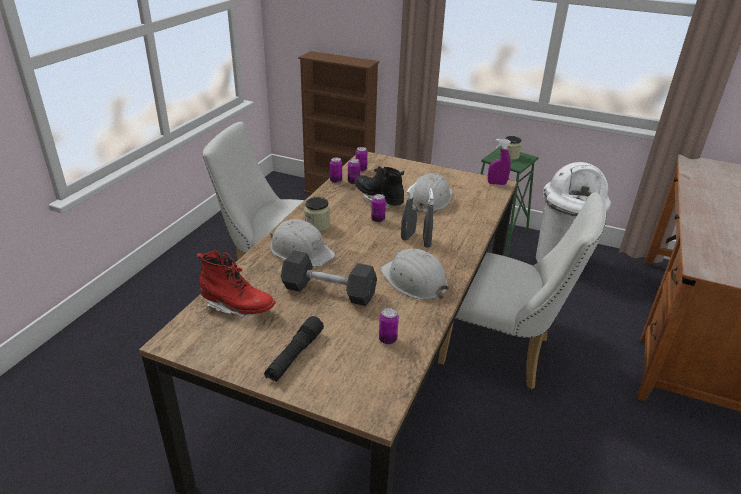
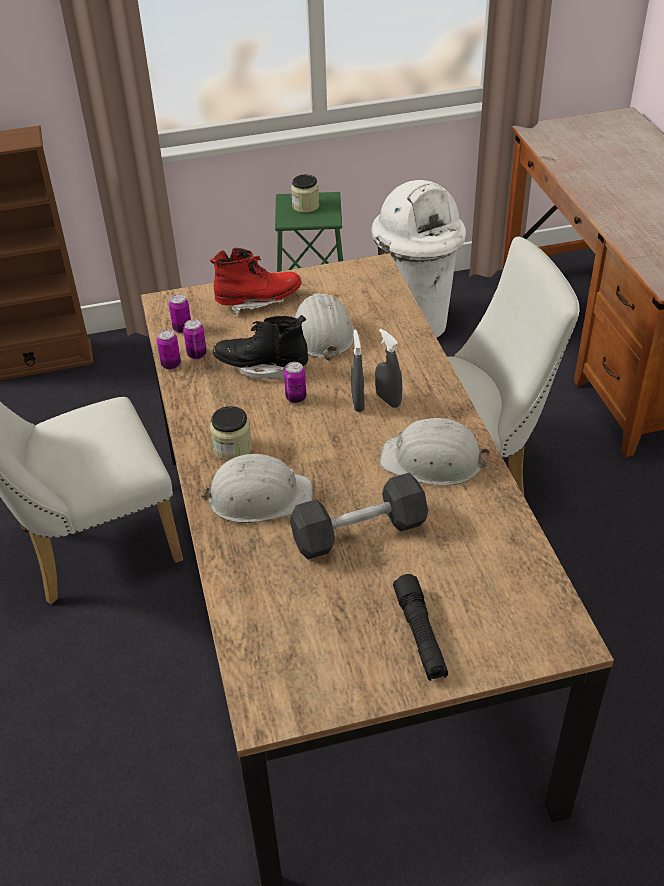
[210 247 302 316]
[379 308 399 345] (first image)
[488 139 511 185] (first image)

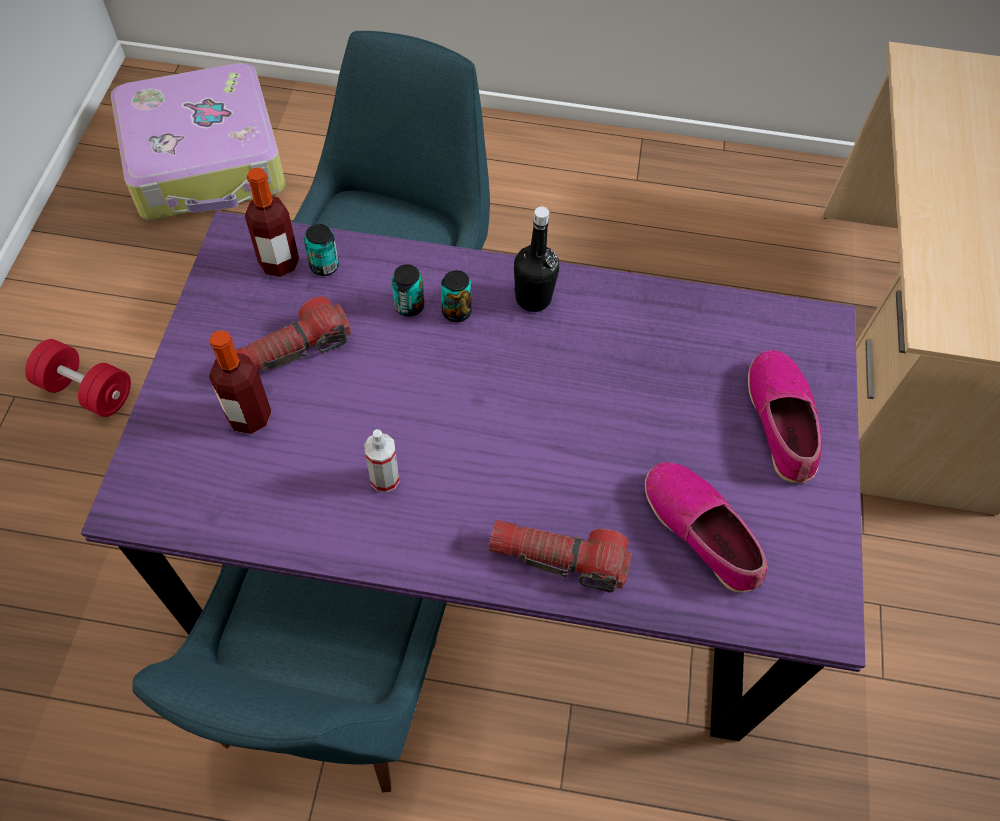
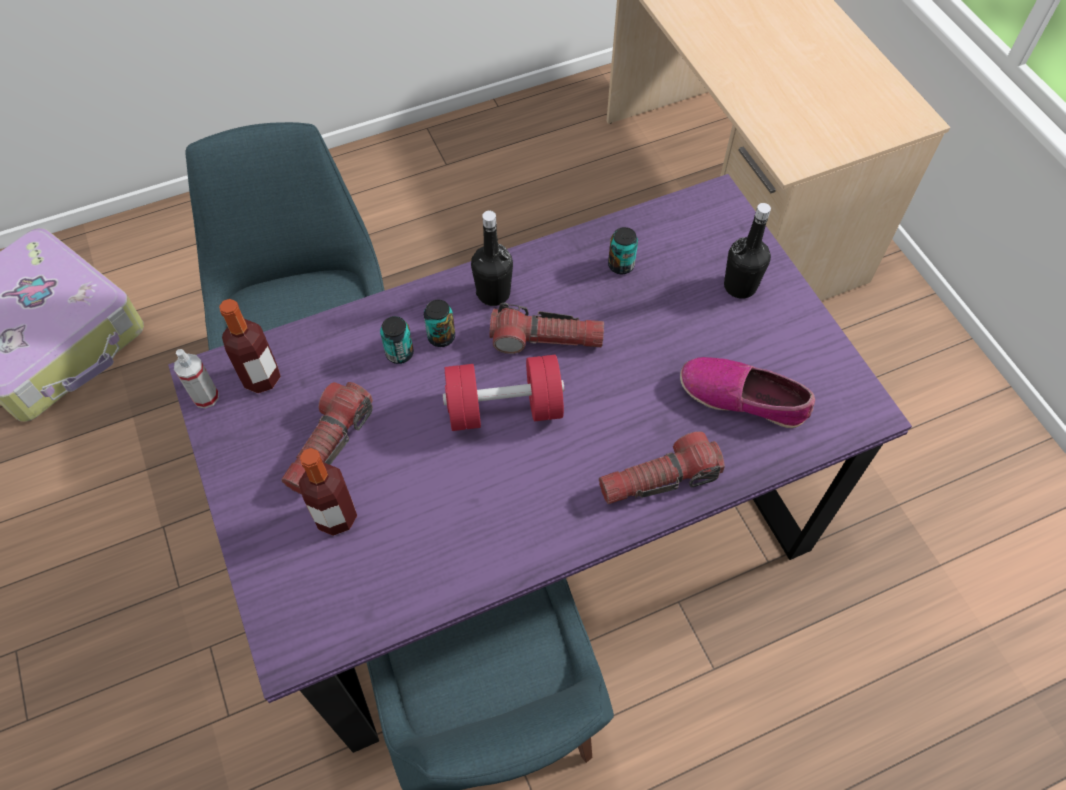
[174 349 219 409]
[443 355 564 431]
[490 303 604 354]
[608 227 638 274]
[724 203 771 299]

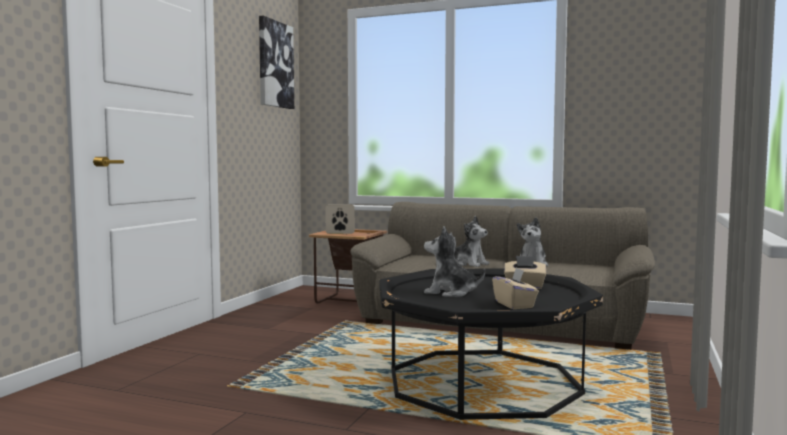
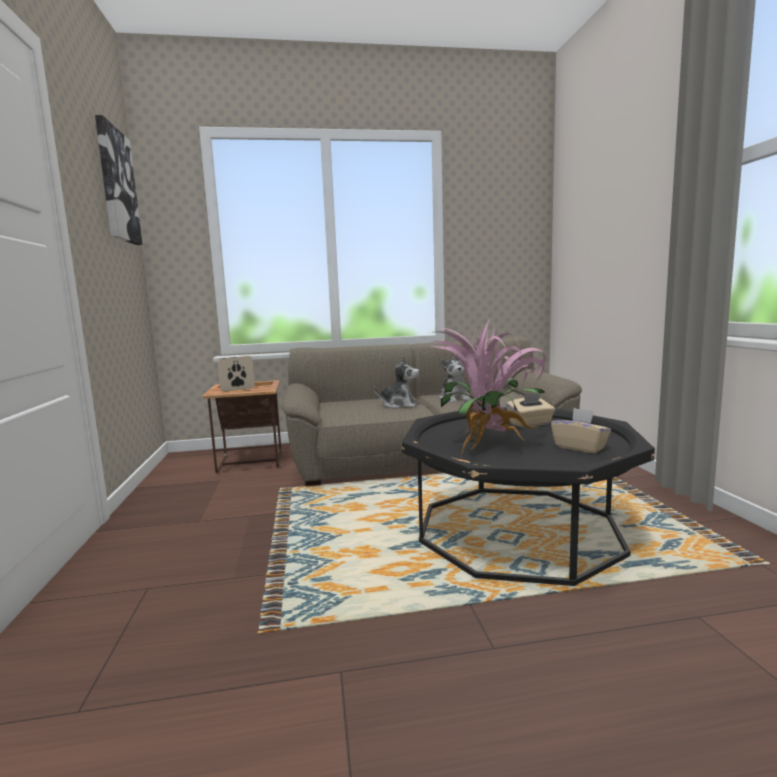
[431 318 545 453]

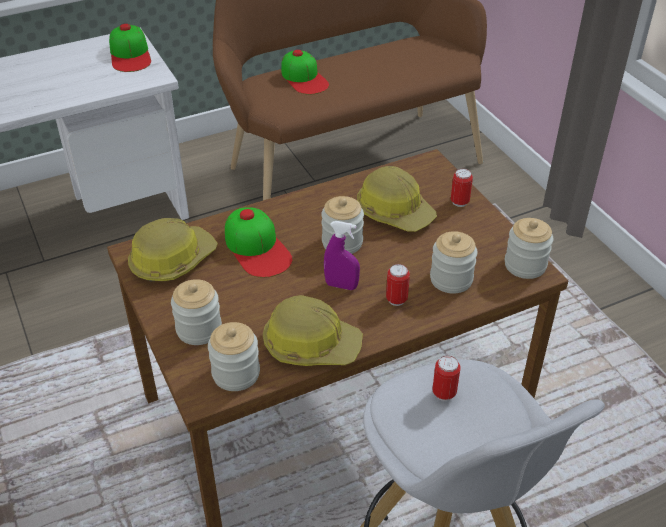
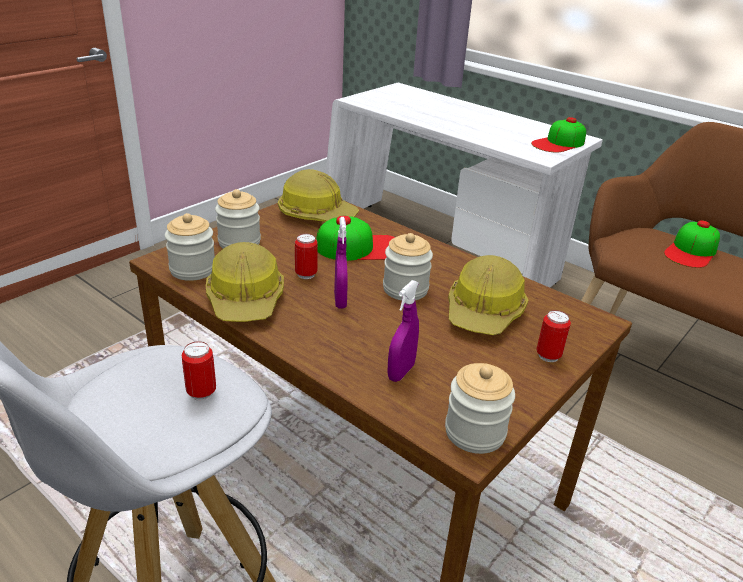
[295 234 318 279]
[316 215 395 261]
[387 280 419 382]

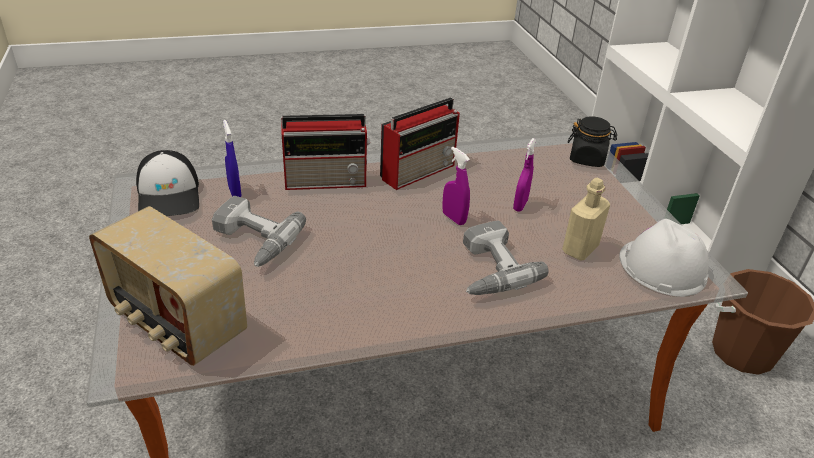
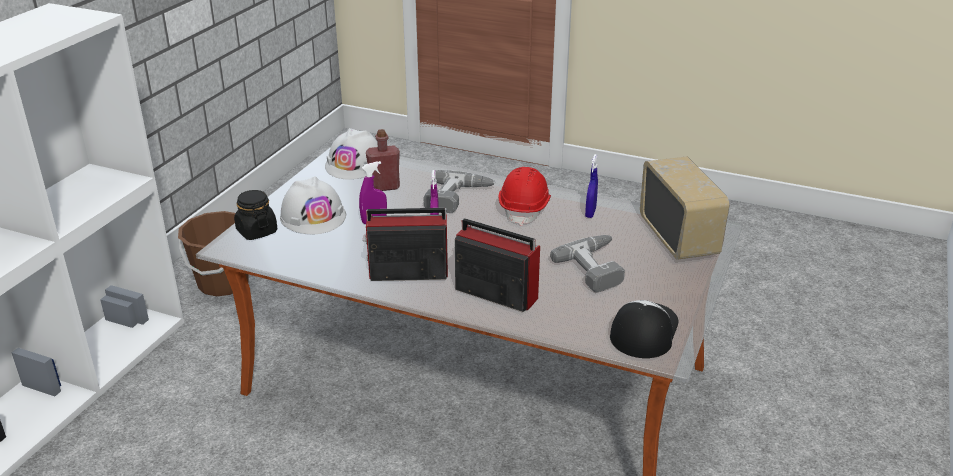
[280 176 346 234]
[366 129 400 191]
[499 167 551 226]
[585 154 598 218]

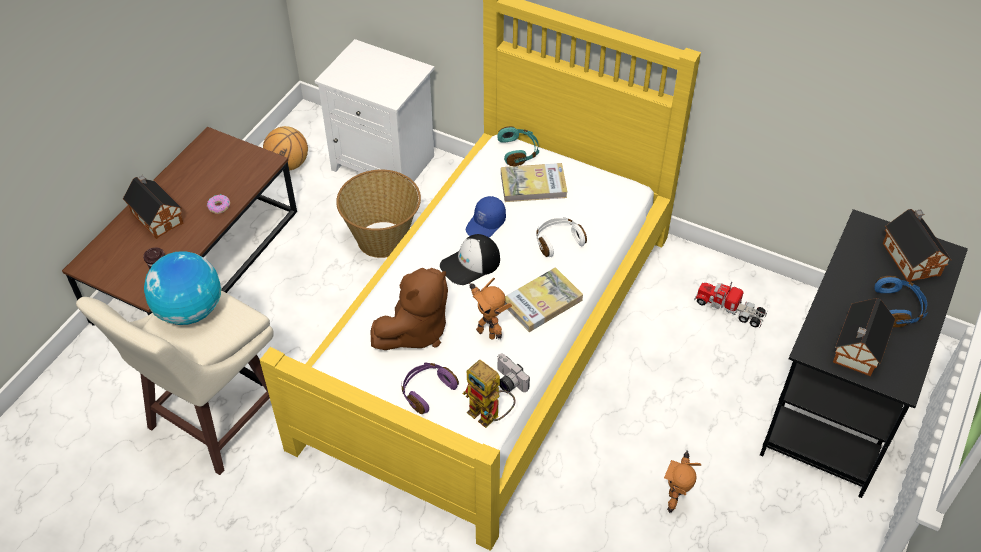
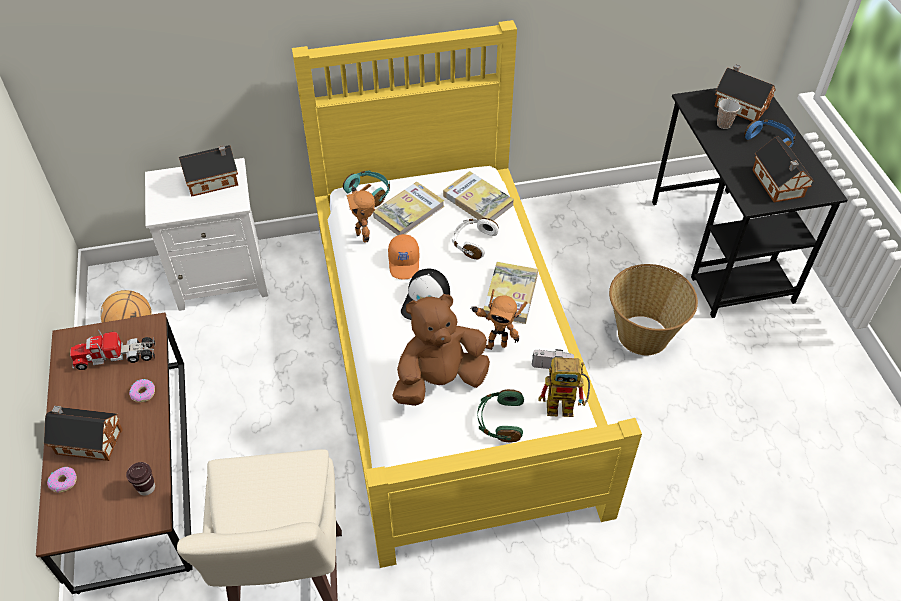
[47 467 77 493]
[70 330 155 370]
[179 145 238 197]
[346 184 375 243]
[388 234 419 279]
[392 294 490 406]
[443 171 514 221]
[478 389 524 442]
[609 264 698 355]
[717 99 740 129]
[144 251 221 325] (first image)

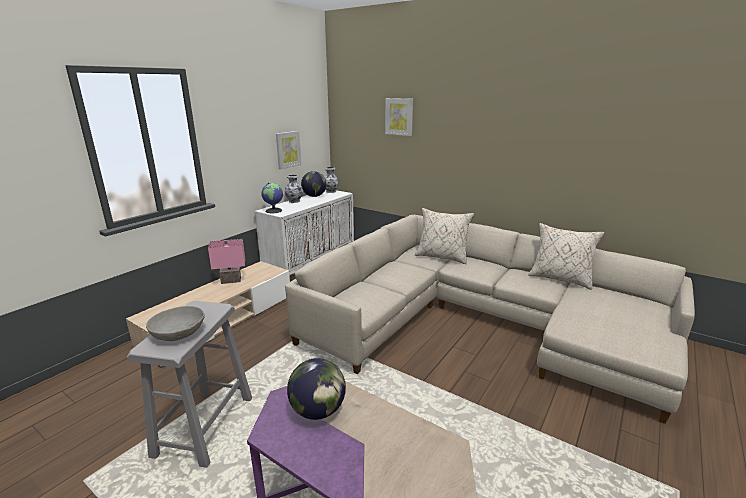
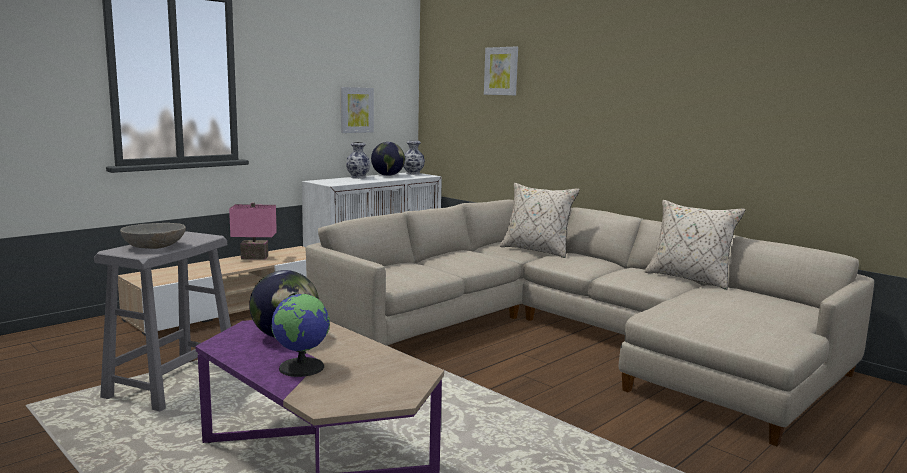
[271 292 330 377]

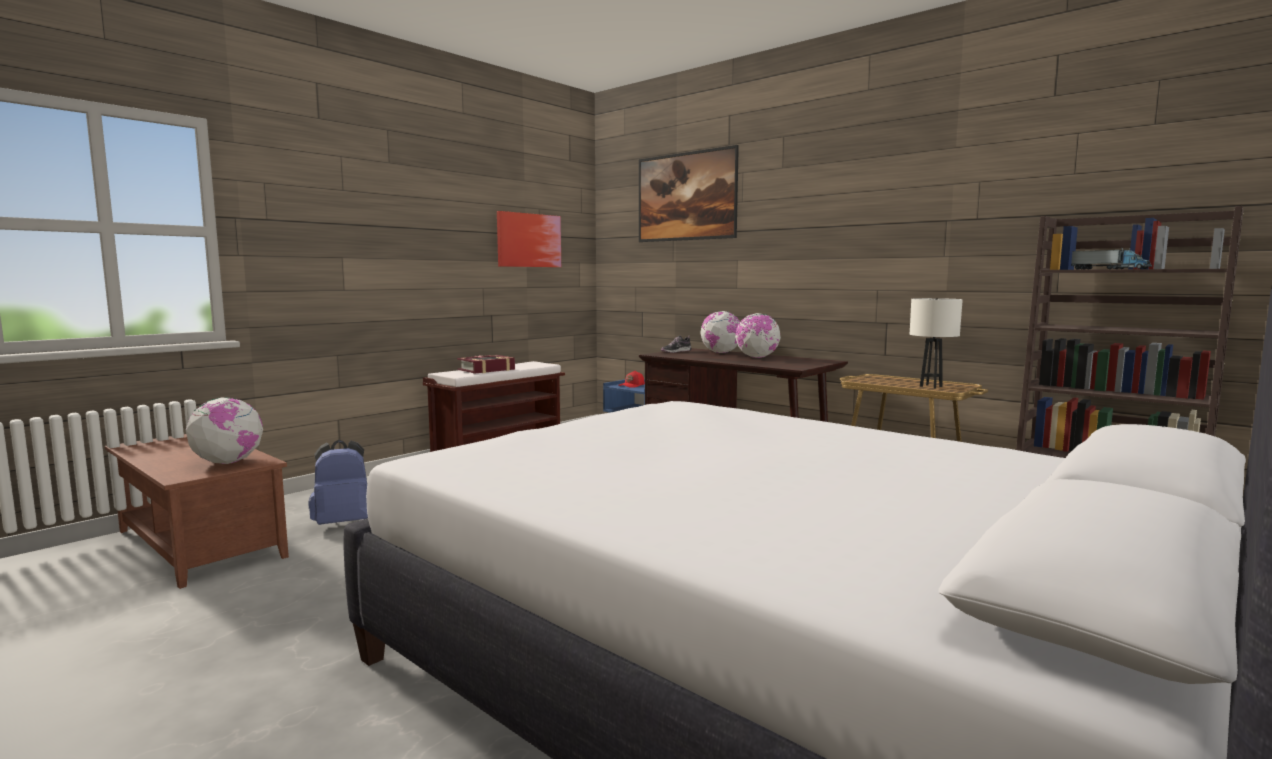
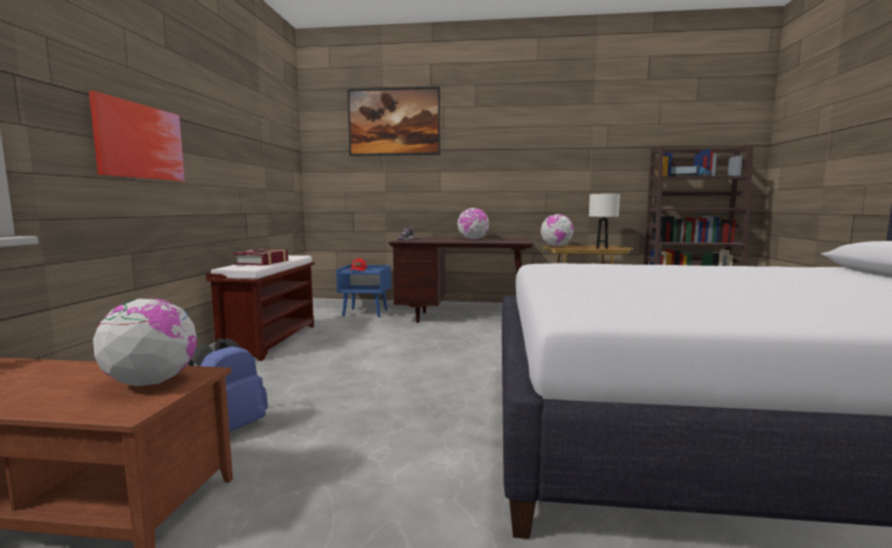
[89 91 185 181]
[541 214 574 247]

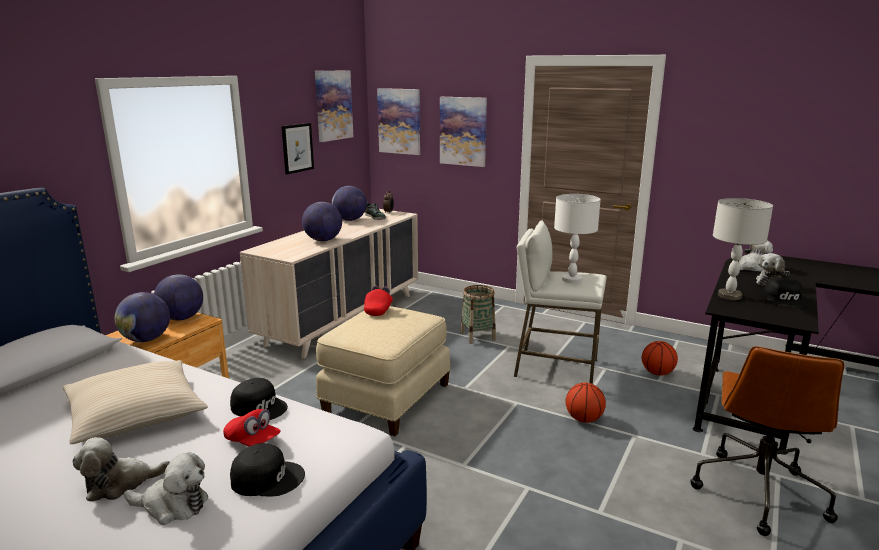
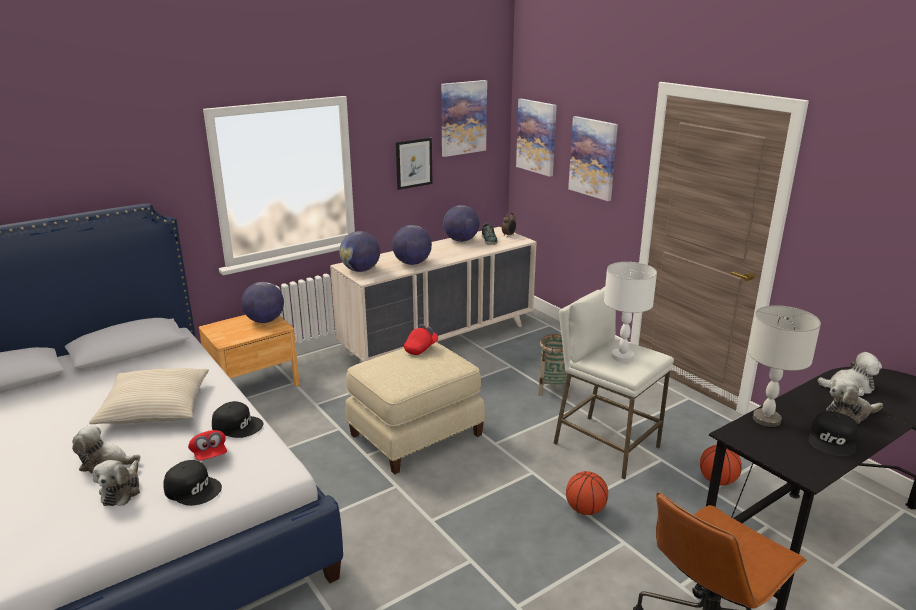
[92 460 140 506]
[212 401 263 438]
[339 231 380 272]

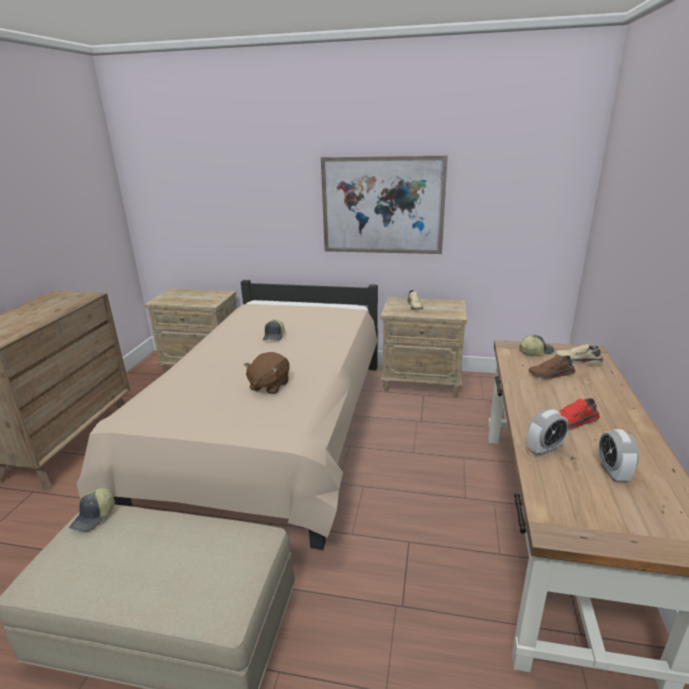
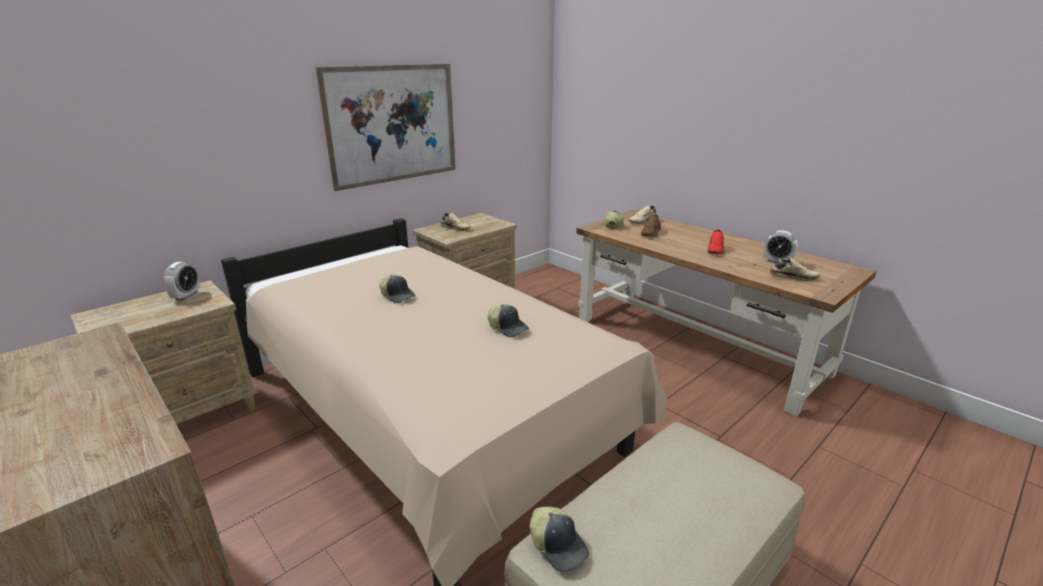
[163 262 200 301]
[488 304 529 337]
[769 257 820 281]

